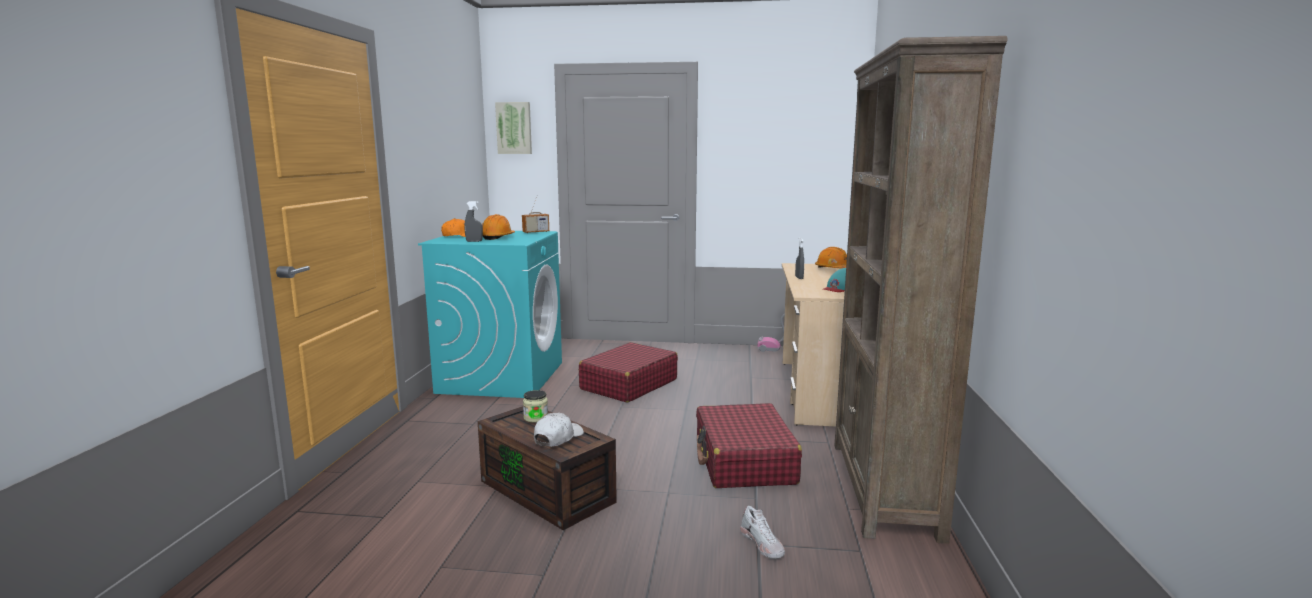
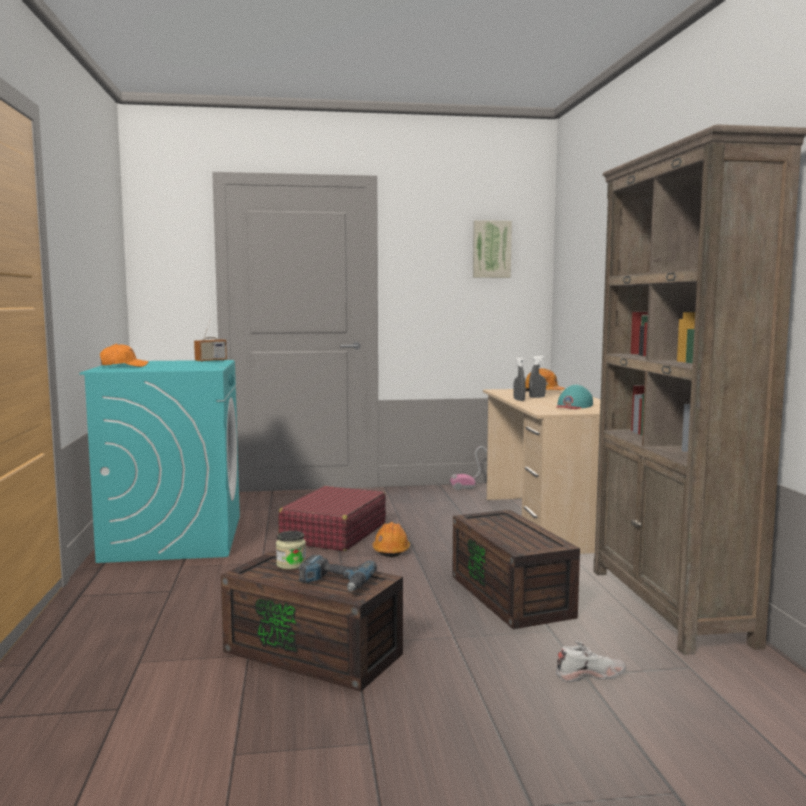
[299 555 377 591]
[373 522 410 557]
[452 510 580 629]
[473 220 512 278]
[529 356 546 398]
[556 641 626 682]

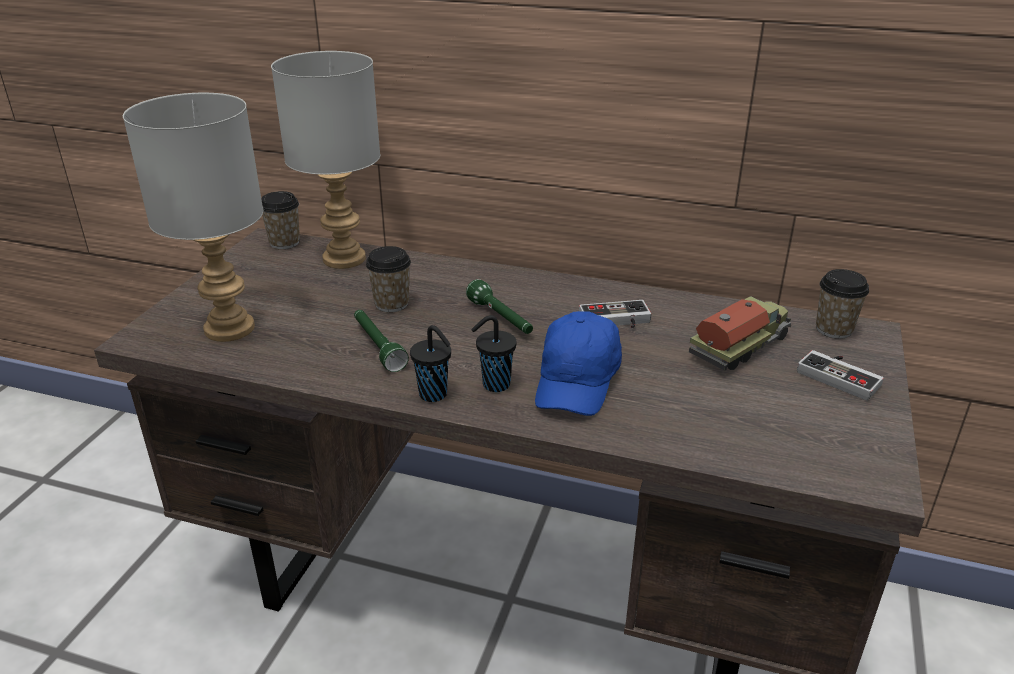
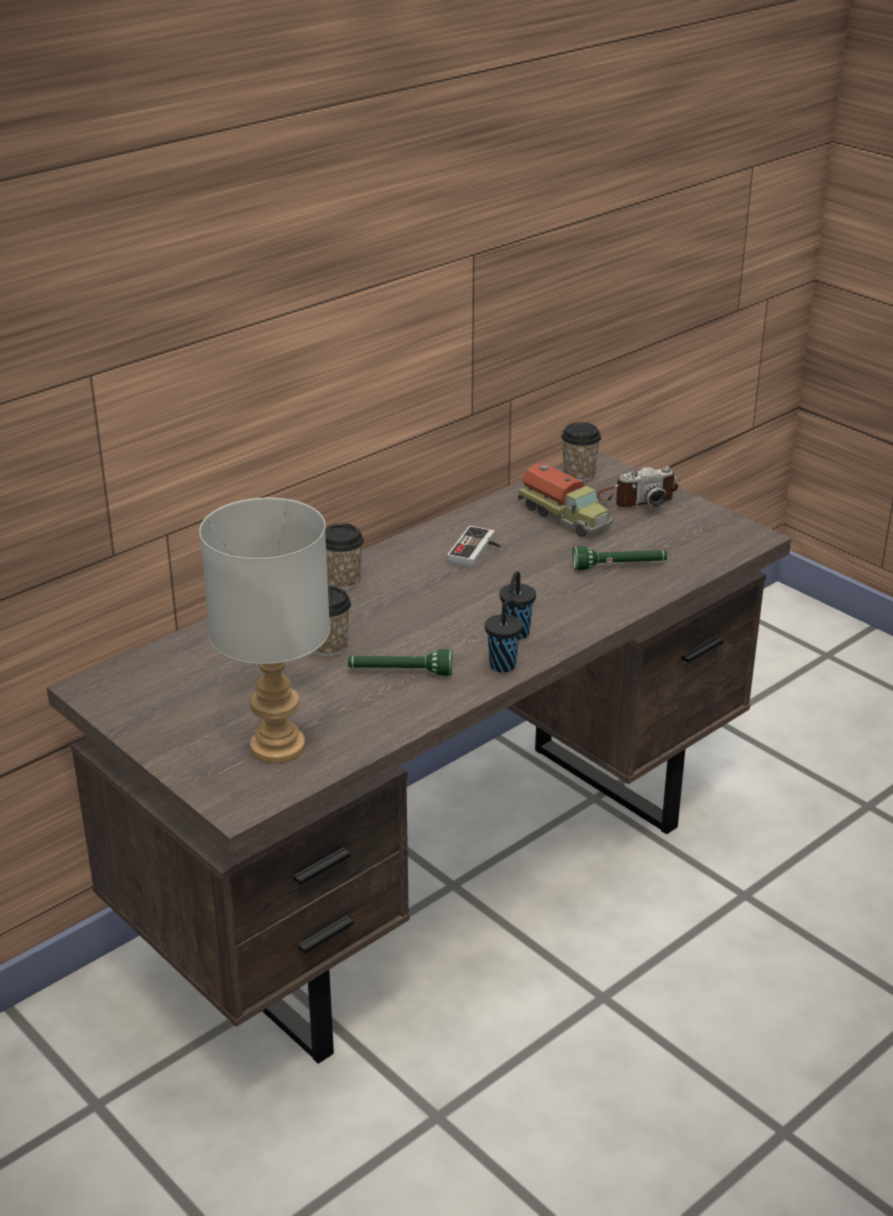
[325 523 364 590]
[518 463 613 537]
[572 546 667 570]
[597 466 678 507]
[271 51 380 269] (first image)
[535 311 622 416] (first image)

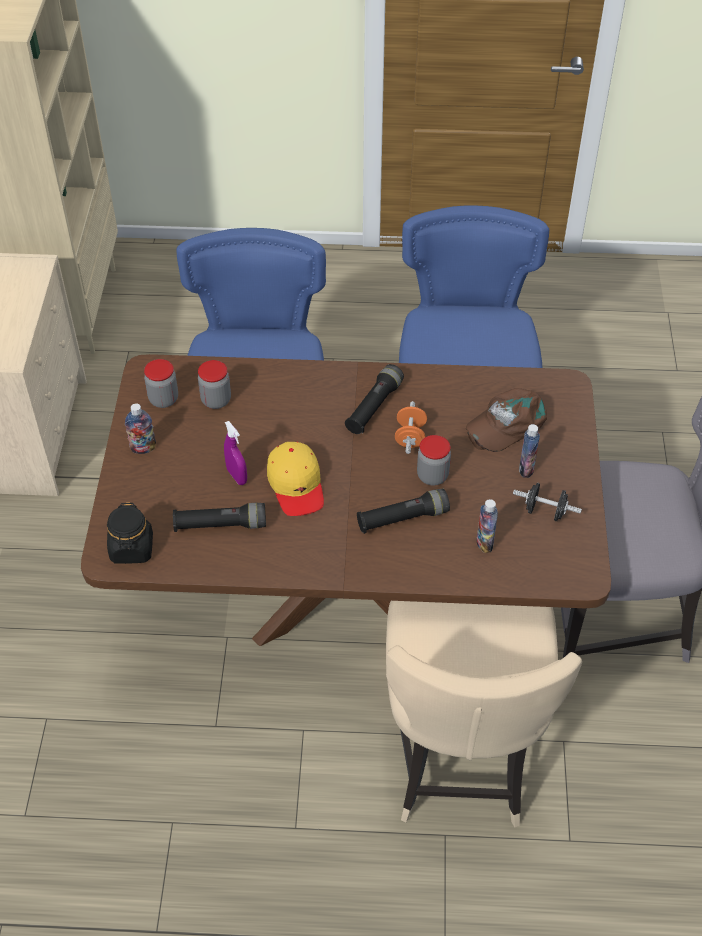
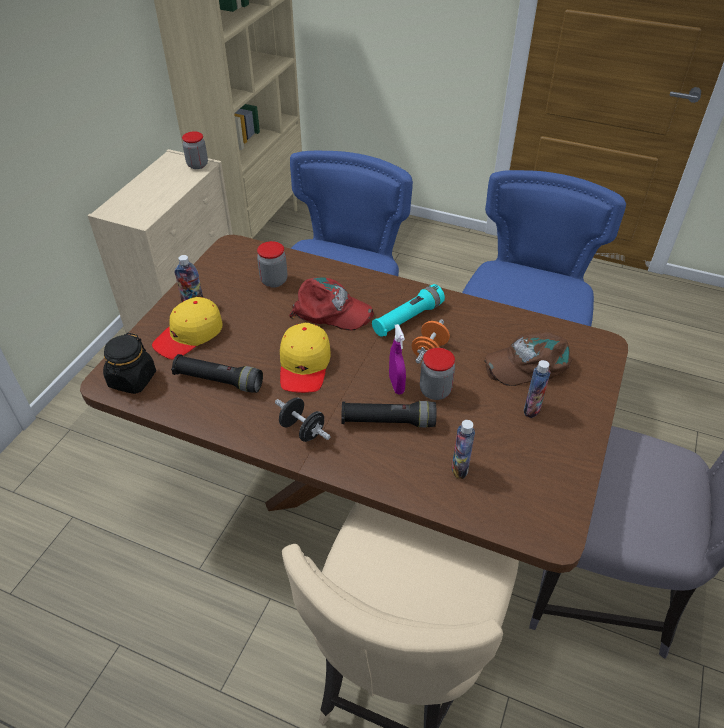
[152 297 223 360]
[182 131 208 169]
[275 397 331 442]
[289 277 374 331]
[372 284 445 337]
[389 324 406 394]

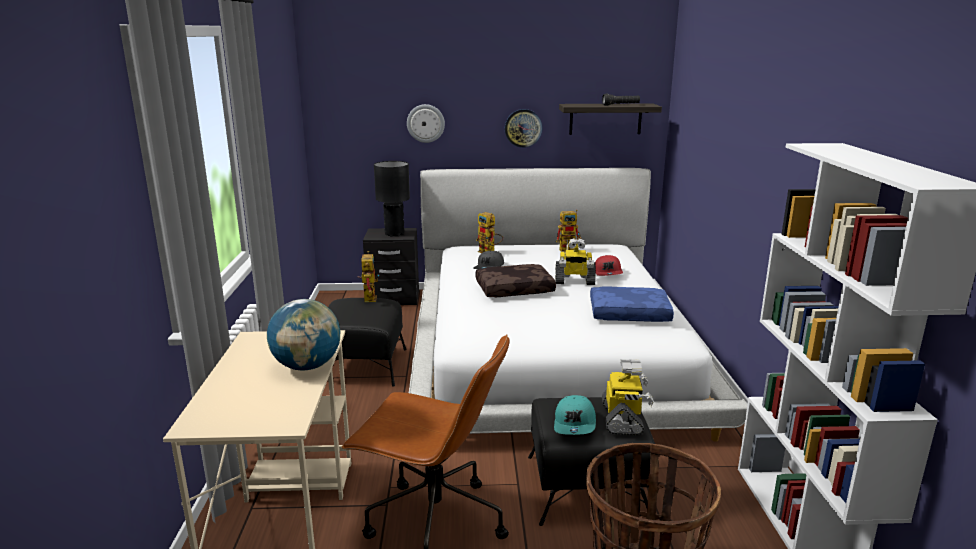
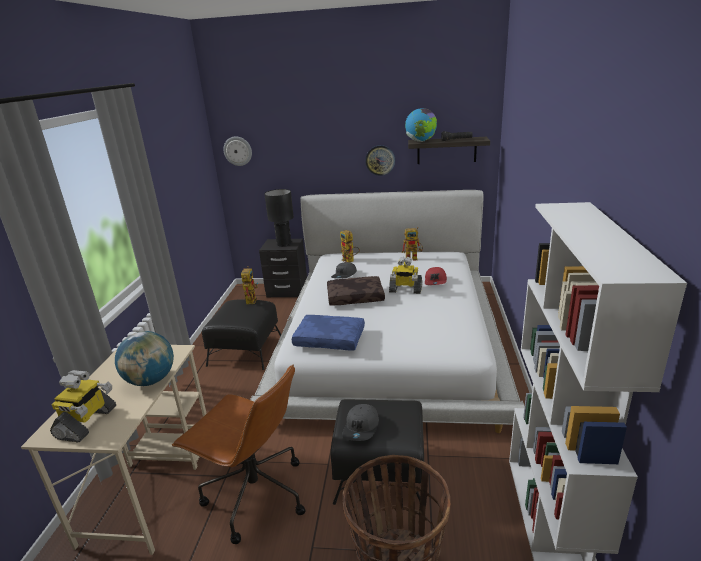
[50 370 116 442]
[223 136 252 166]
[292 315 365 351]
[342 404 379 441]
[405 108 437 142]

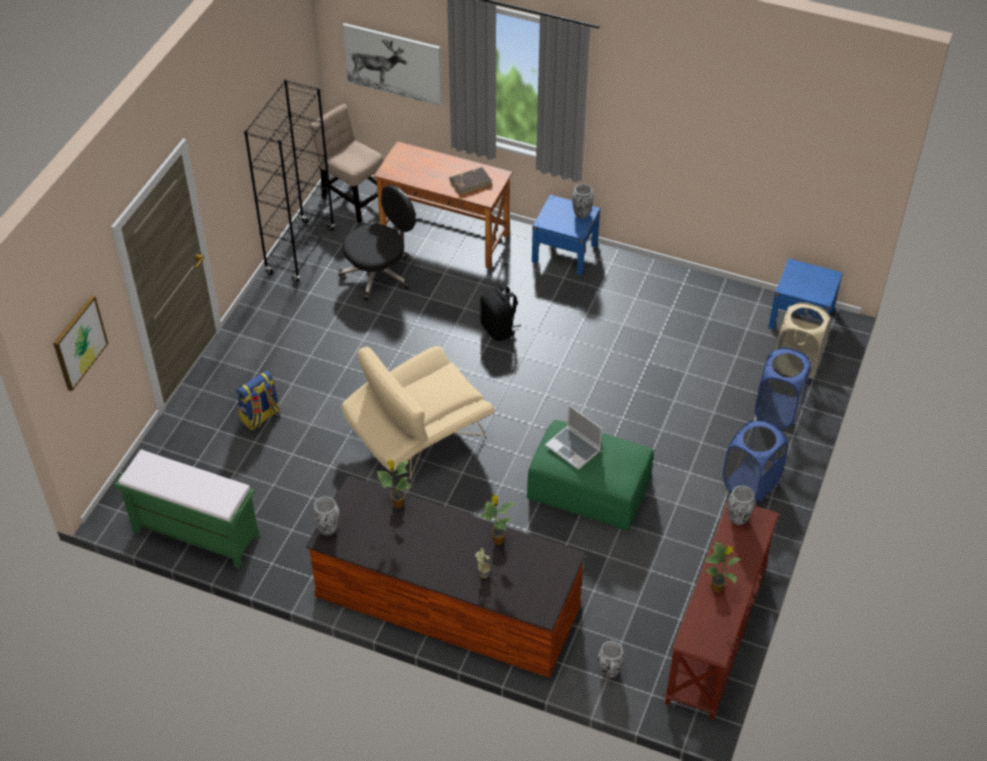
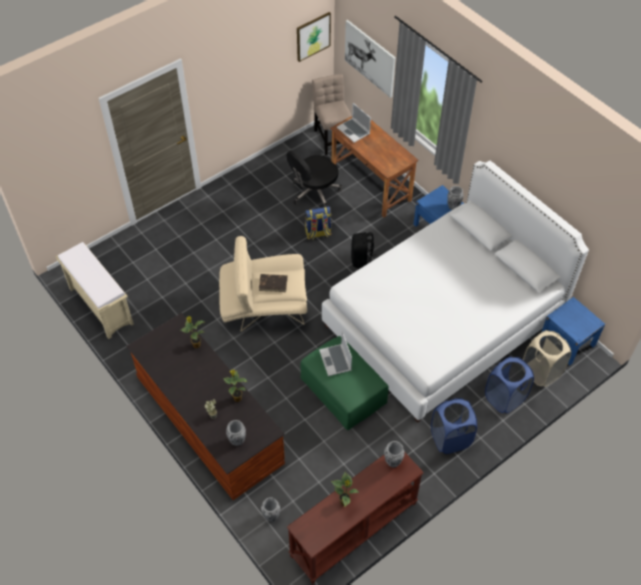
[56 242 134 339]
[226 420 246 446]
[259 274 288 292]
[286 150 342 207]
[297 12 331 62]
[305 206 331 239]
[322 161 589 423]
[337 103 371 143]
[244 79 335 283] (first image)

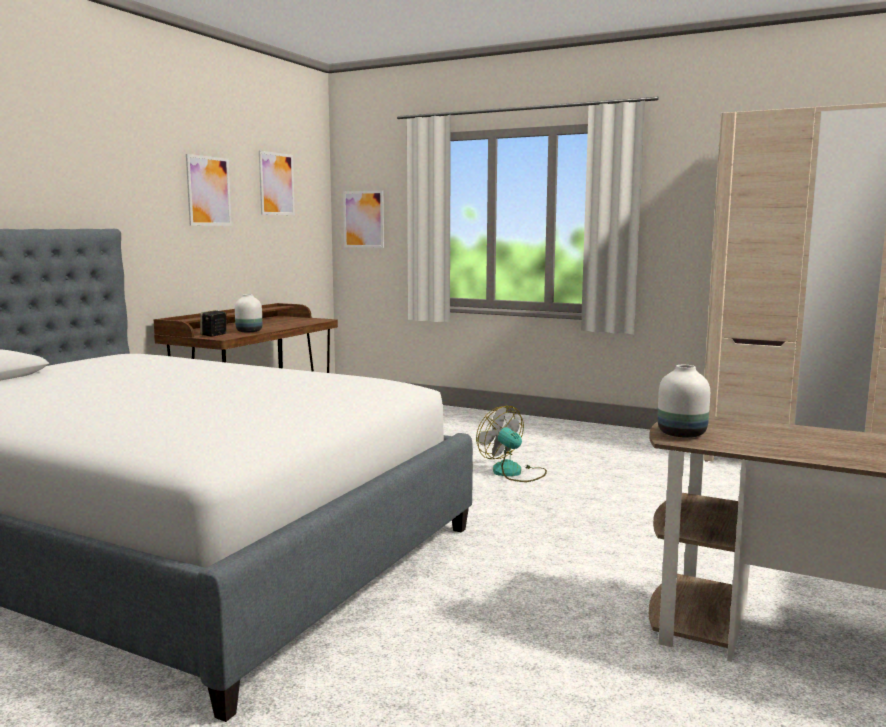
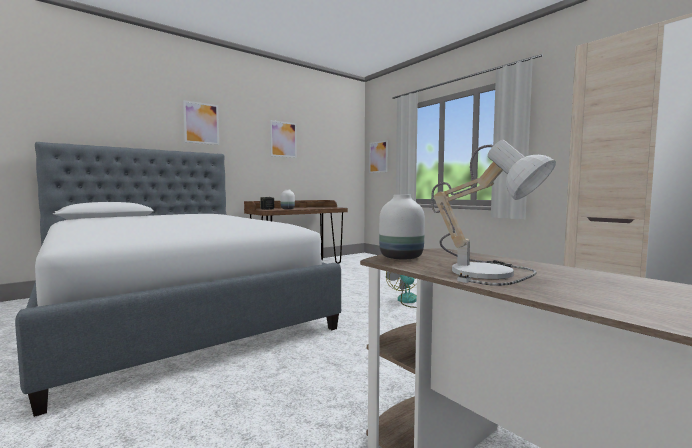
[183 100 219 145]
[431 140 556 286]

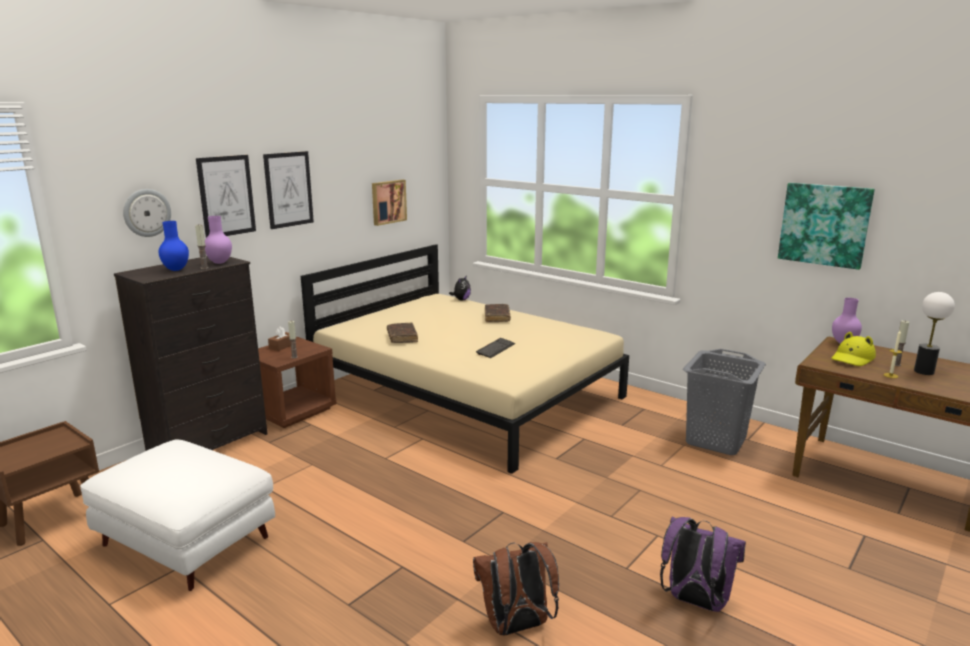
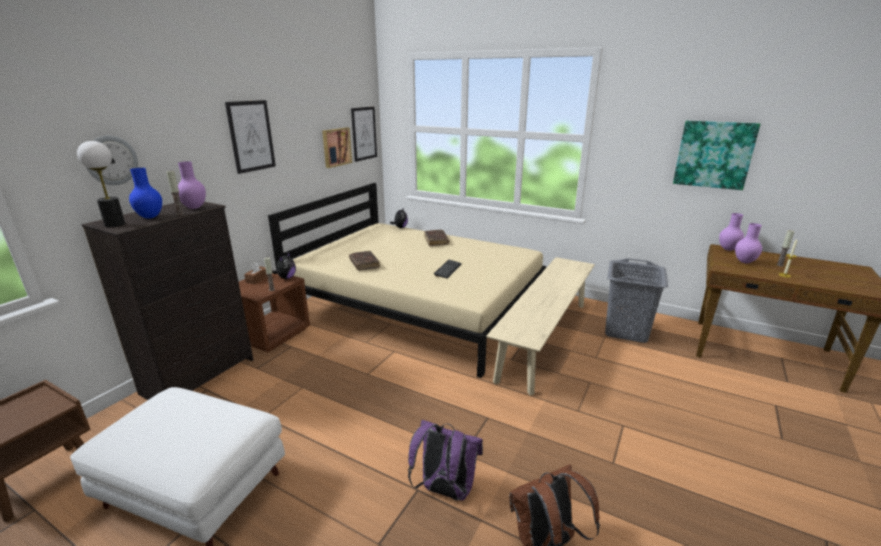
[77 141 125 227]
[272 252 296 279]
[351 107 377 162]
[408 420 483 501]
[486 257 595 396]
[735 223 762 263]

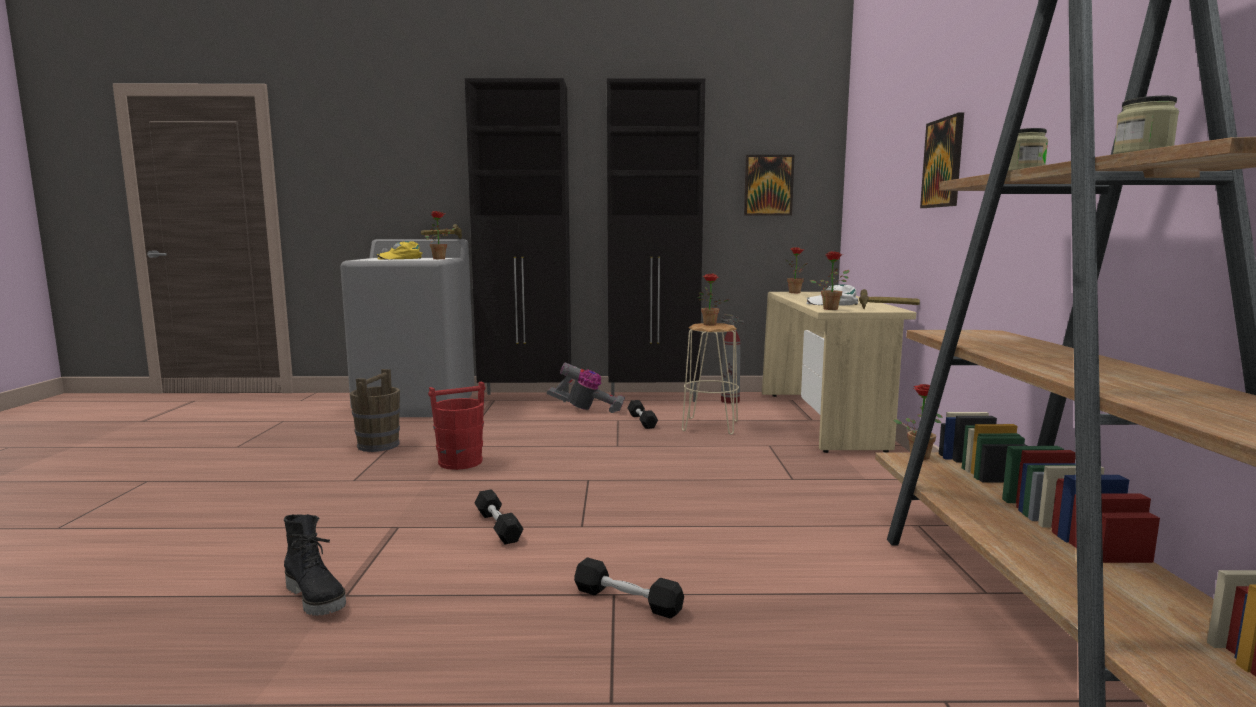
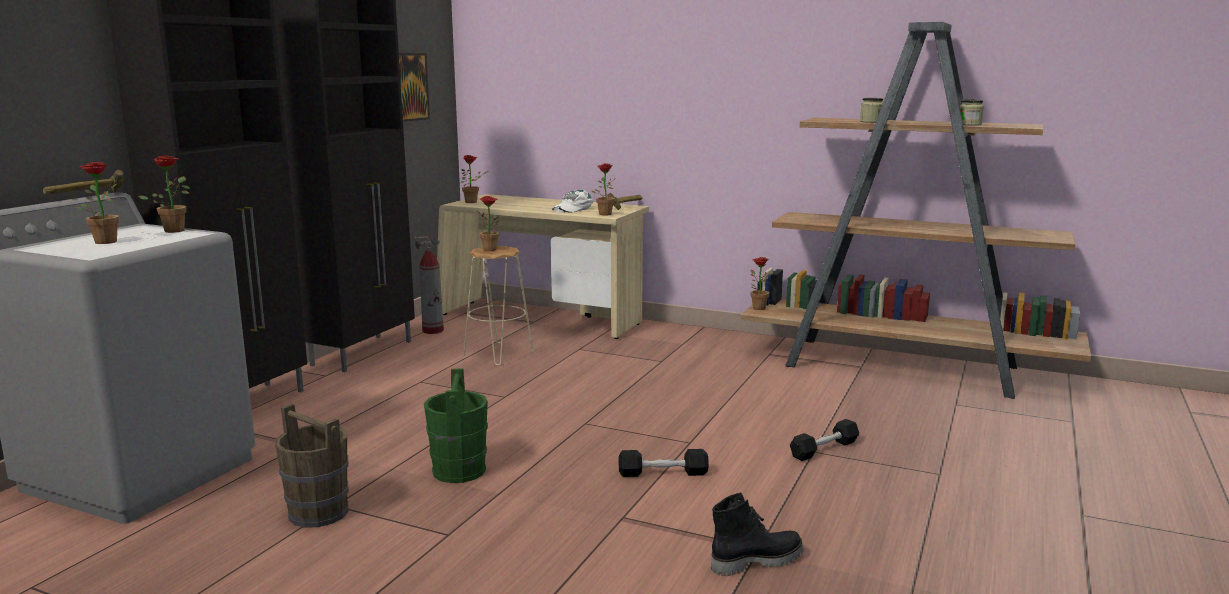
[75 162 119 244]
[424 368 488 483]
[547 362 625 413] (first image)
[627 400 658 429] (first image)
[920 112 964 208] (first image)

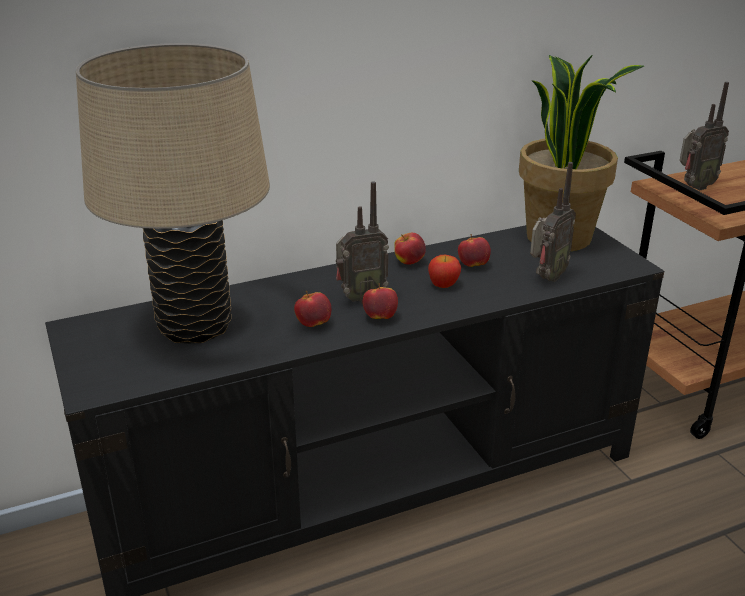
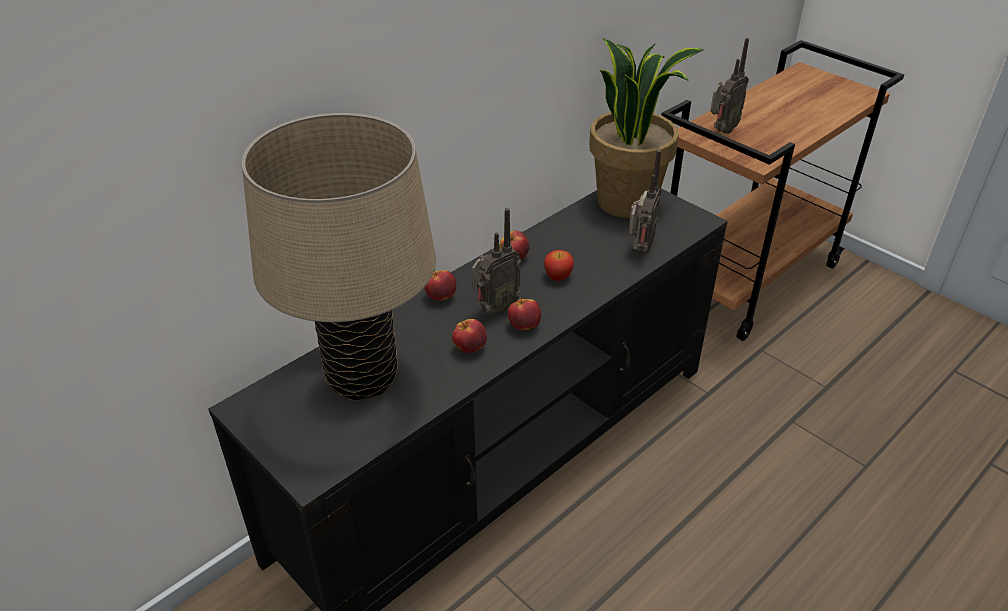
[424 270 456 301]

